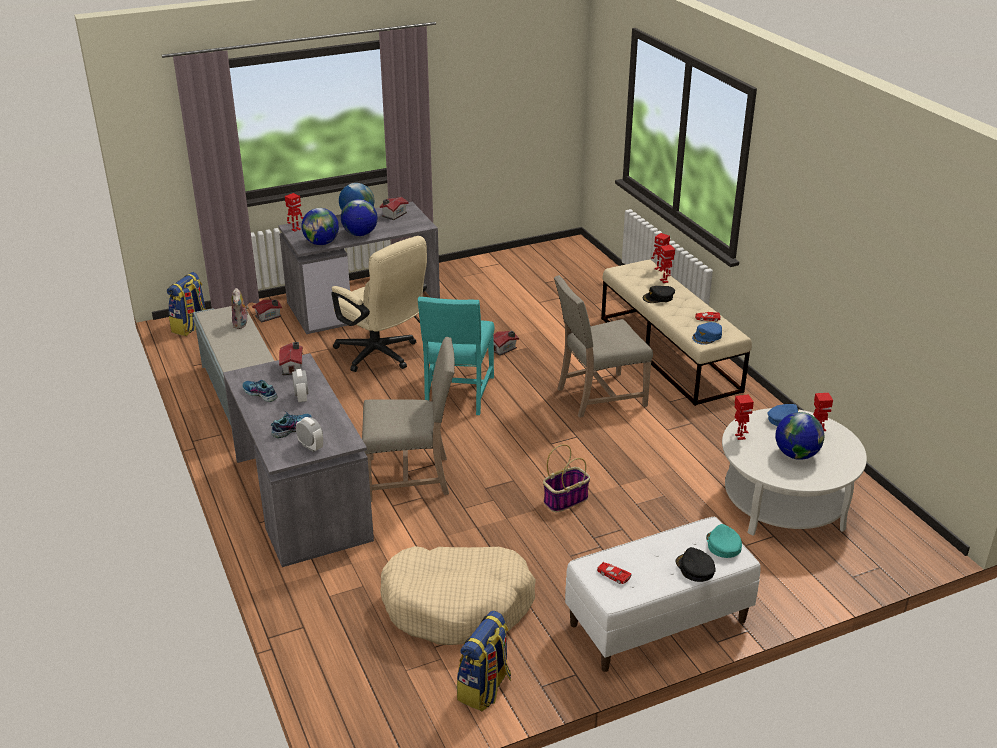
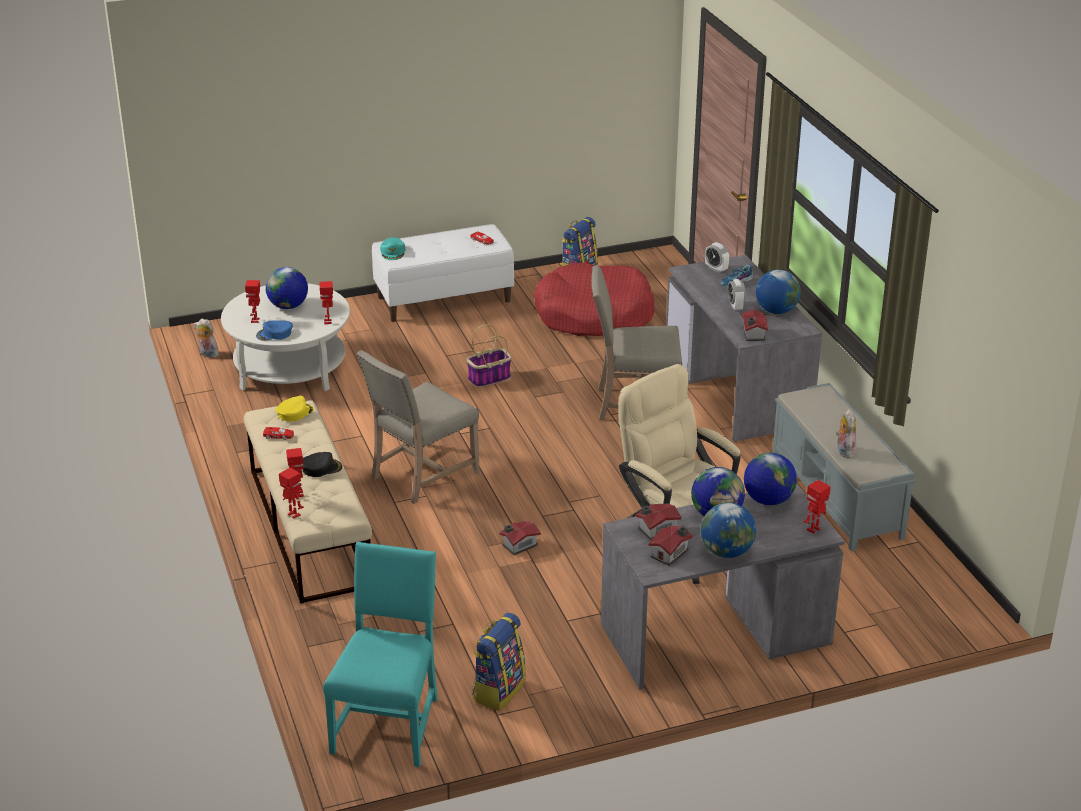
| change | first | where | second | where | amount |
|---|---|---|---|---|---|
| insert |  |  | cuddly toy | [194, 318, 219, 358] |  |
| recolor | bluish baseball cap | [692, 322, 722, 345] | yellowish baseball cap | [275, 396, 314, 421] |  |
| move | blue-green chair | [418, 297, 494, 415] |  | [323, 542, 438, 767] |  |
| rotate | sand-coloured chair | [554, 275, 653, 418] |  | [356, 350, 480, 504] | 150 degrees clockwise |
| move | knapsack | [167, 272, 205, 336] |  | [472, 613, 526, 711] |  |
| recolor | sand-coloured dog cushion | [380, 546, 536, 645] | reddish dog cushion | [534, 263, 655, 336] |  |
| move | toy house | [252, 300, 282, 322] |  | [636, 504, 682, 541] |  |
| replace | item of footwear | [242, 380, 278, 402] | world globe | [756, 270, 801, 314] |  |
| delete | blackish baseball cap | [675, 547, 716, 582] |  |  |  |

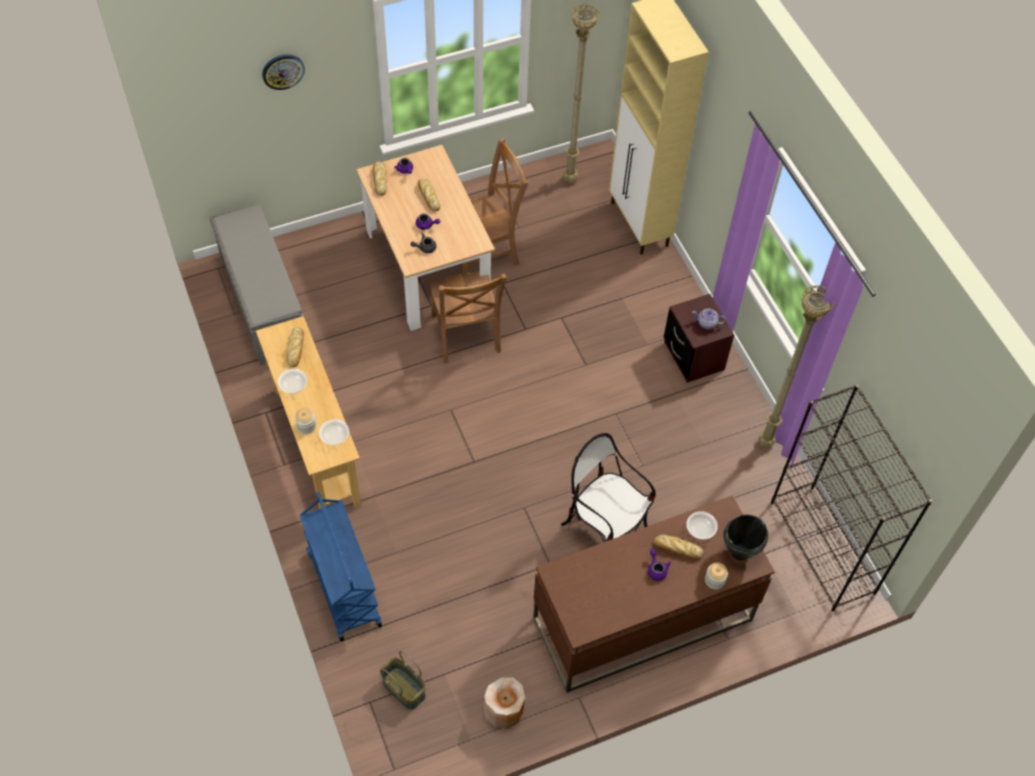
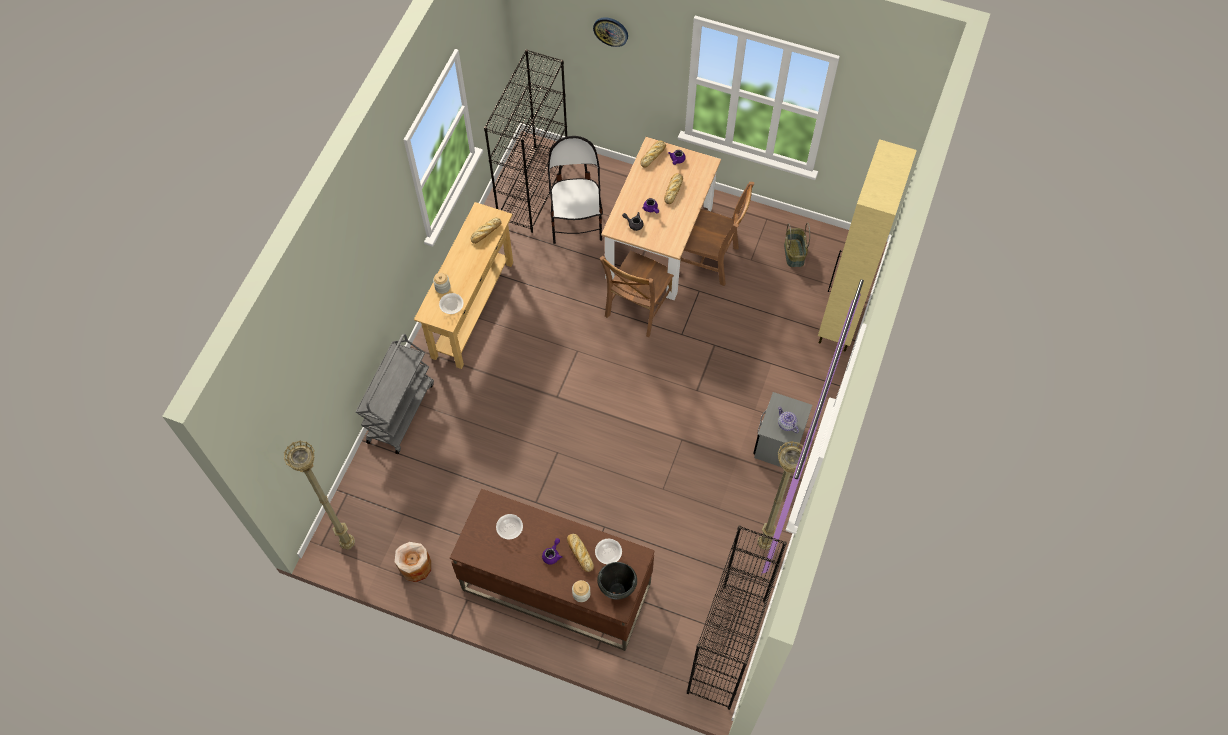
| change | first | where | second | where | amount |
|---|---|---|---|---|---|
| move | sand-coloured standard lamp | [563, 3, 600, 183] |  | [283, 441, 355, 550] |  |
| recolor | bluish trolley | [300, 492, 382, 641] | greyish trolley | [356, 334, 434, 454] |  |
| replace | greyish long seat | [210, 204, 303, 366] | blackish shelving unit | [484, 49, 567, 233] |  |
| move | deep dish | [278, 369, 307, 394] |  | [496, 514, 523, 539] |  |
| move | chair | [561, 433, 656, 542] |  | [548, 136, 603, 244] |  |
| recolor | brown-coloured bedside table | [664, 294, 734, 383] | greyish bedside table | [753, 392, 812, 467] |  |
| move | storage basket | [380, 651, 426, 710] |  | [784, 222, 810, 267] |  |

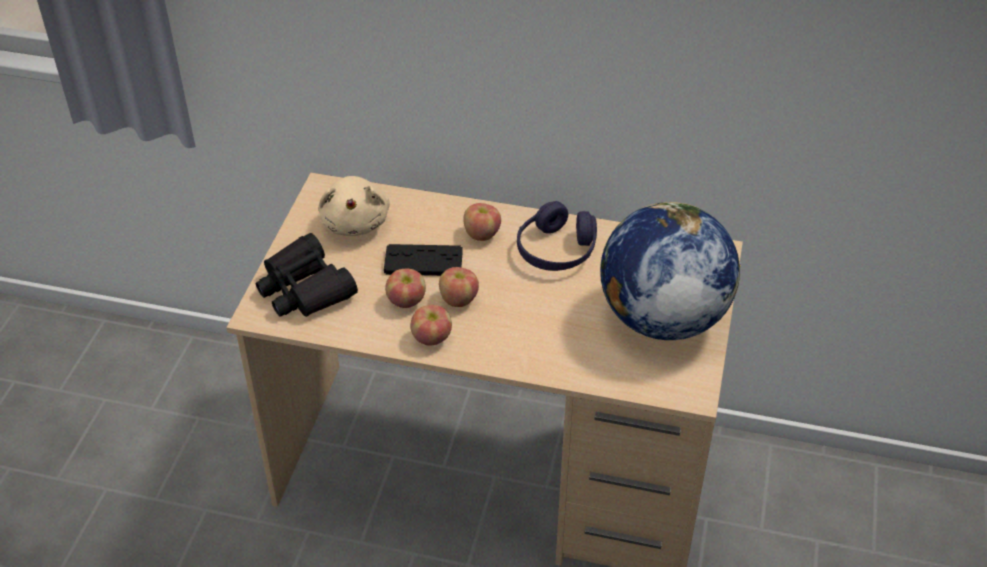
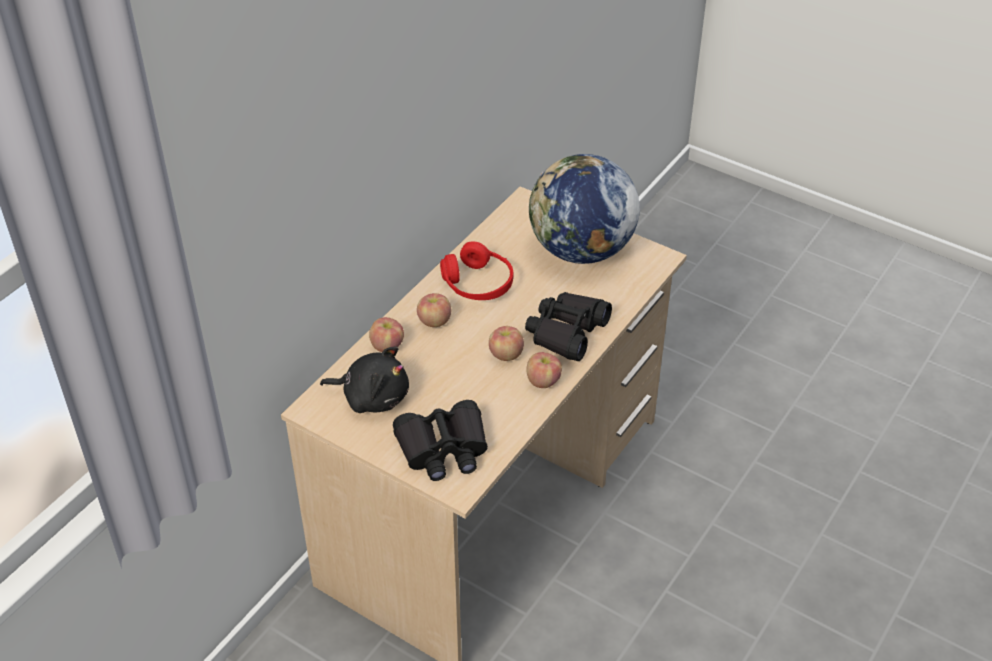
| change | first | where | second | where | amount |
|---|---|---|---|---|---|
| recolor | sand-coloured cuddly toy | [318, 176, 390, 236] | blackish cuddly toy | [320, 346, 409, 413] |  |
| move | apple | [385, 269, 426, 308] |  | [369, 317, 404, 352] |  |
| recolor | purple-coloured headset | [517, 201, 597, 271] | reddish headset | [440, 241, 513, 300] |  |
| insert |  |  | blackish pair of binoculars | [525, 292, 612, 361] |  |
| delete | blackish joypad | [384, 244, 463, 276] |  |  |  |

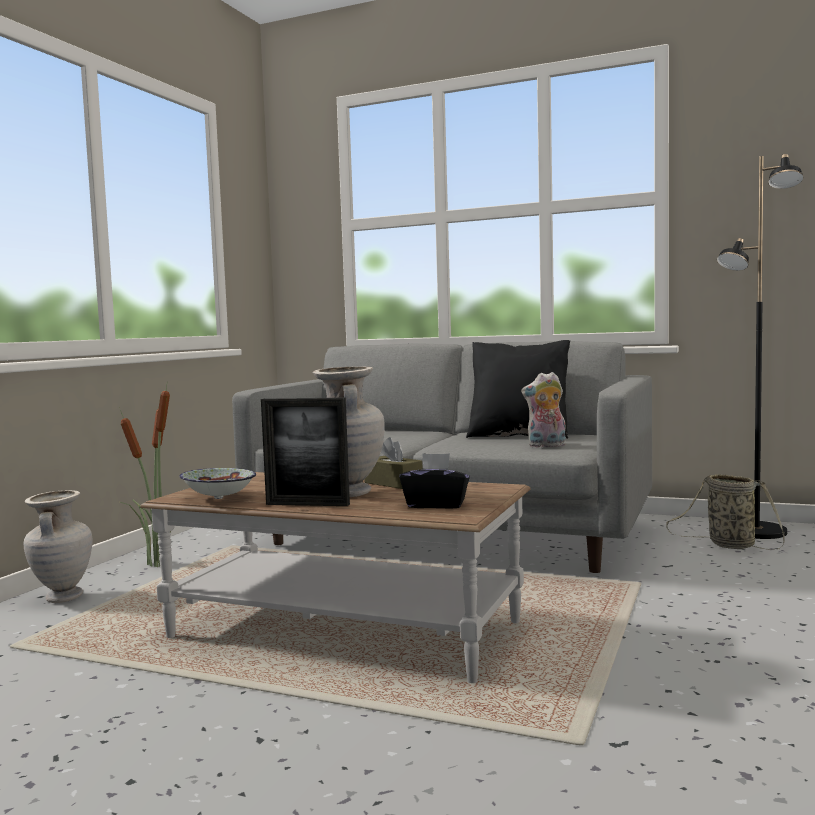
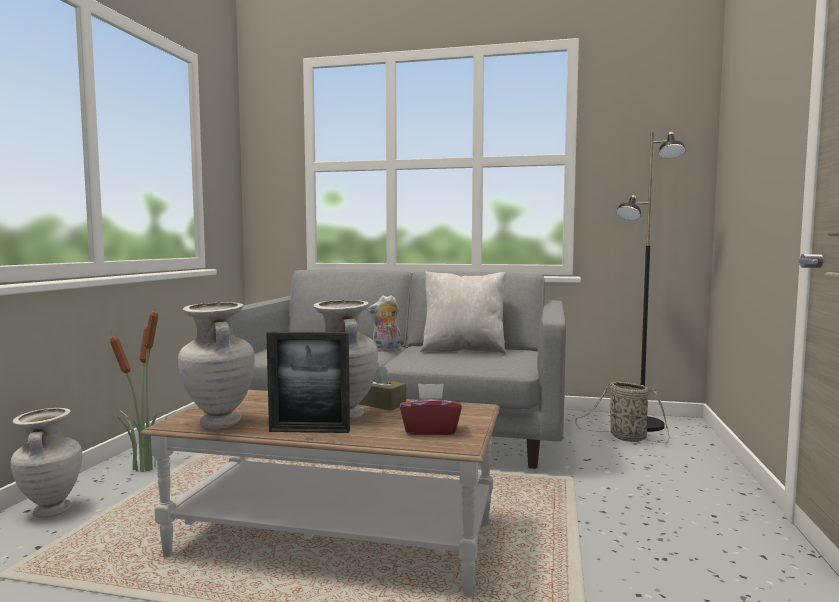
| change | first | where | second | where | amount |
|---|---|---|---|---|---|
| replace | deep dish | [179, 468, 256, 499] | sand-coloured decorative vase | [178, 302, 255, 429] |  |
| move | cuddly toy | [521, 372, 566, 448] |  | [368, 295, 401, 352] |  |
| recolor | blackish box of tissues | [400, 453, 470, 509] | reddish box of tissues | [400, 383, 462, 435] |  |
| recolor | blackish cushion | [466, 340, 570, 438] | sand-coloured cushion | [420, 271, 506, 354] |  |

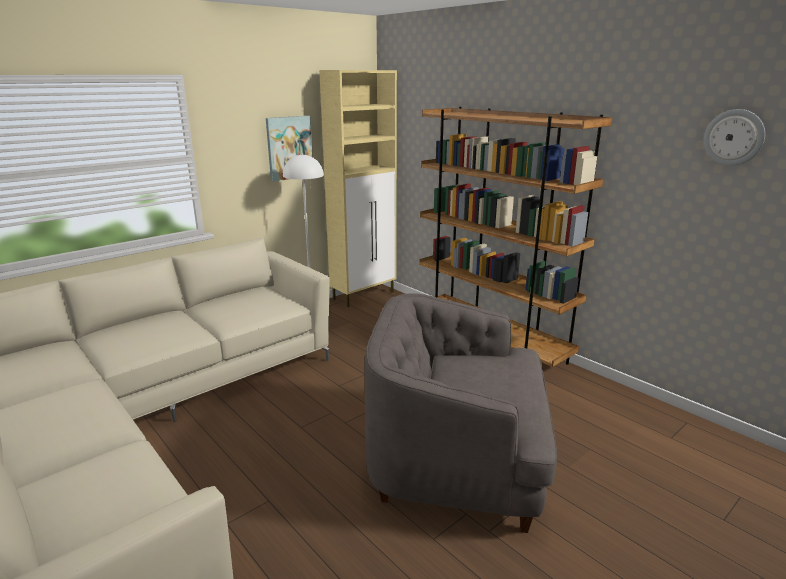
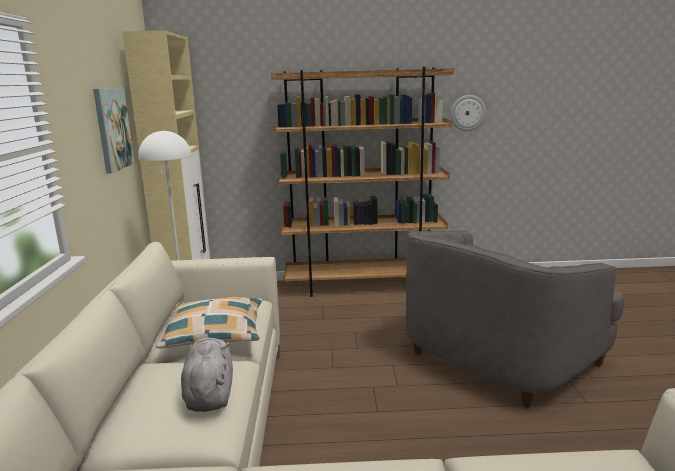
| change | first | where | second | where | amount |
|---|---|---|---|---|---|
| insert |  |  | cushion | [156, 297, 262, 348] |  |
| insert |  |  | greyish cuddly toy | [181, 338, 233, 412] |  |
| move | hanging clock | [704, 109, 765, 166] |  | [451, 95, 486, 131] |  |

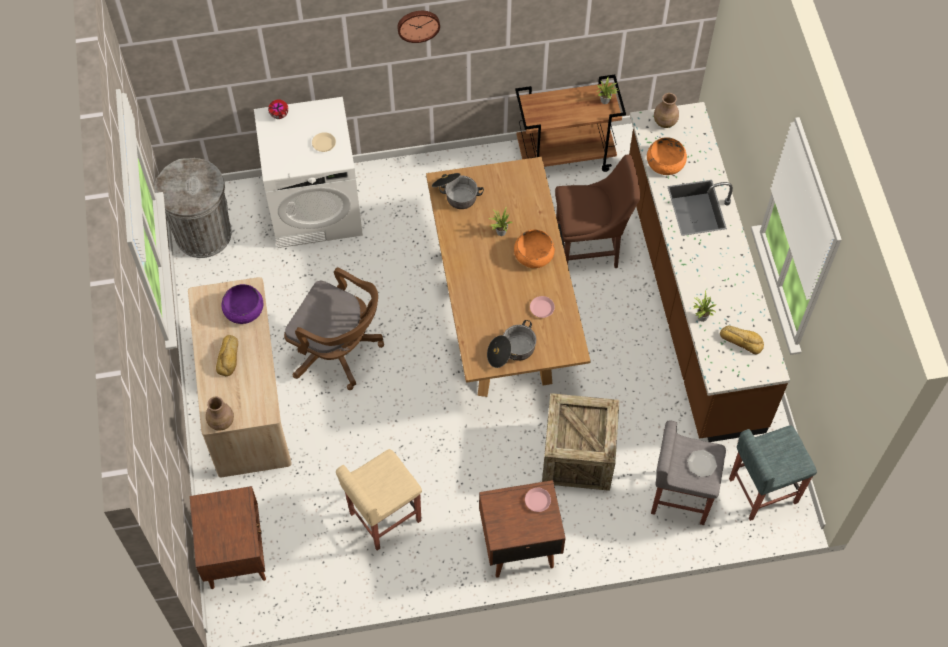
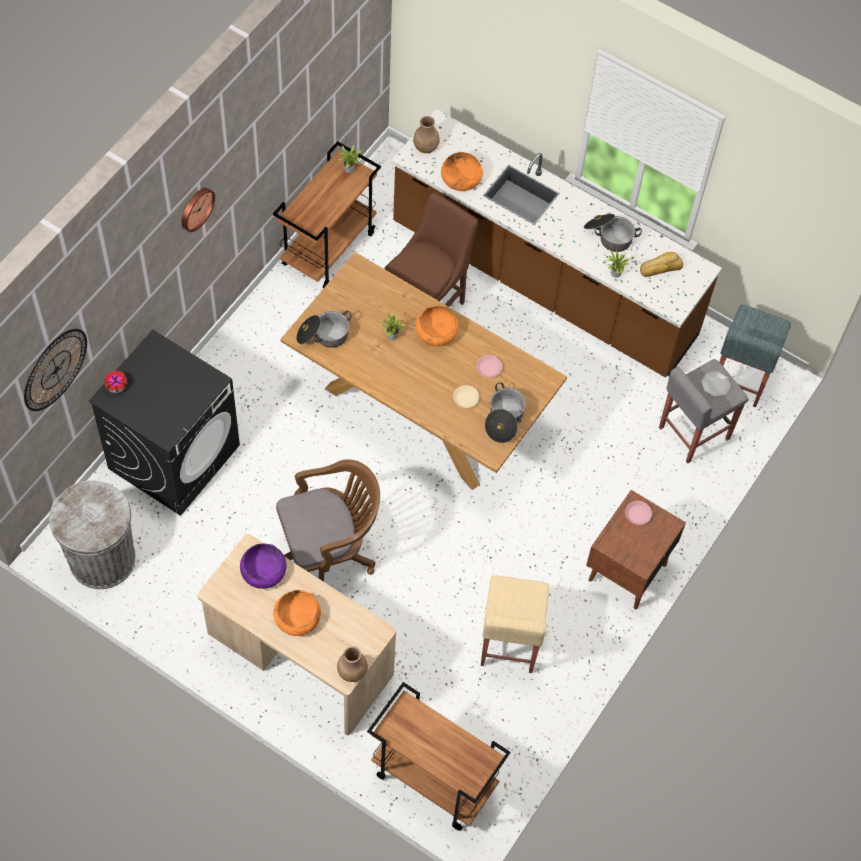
| change | first | where | second | where | amount |
|---|---|---|---|---|---|
| insert |  |  | hanging clock | [24, 329, 87, 411] |  |
| recolor | whitish laundry appliance | [254, 97, 363, 248] | blackish laundry appliance | [89, 330, 240, 516] |  |
| replace | baked bread | [216, 335, 238, 377] | orangey deep dish | [274, 590, 321, 636] |  |
| replace | brown-coloured bedside table | [189, 486, 266, 589] | brown-coloured trolley | [367, 682, 511, 831] |  |
| move | sand-coloured dinner plate | [312, 132, 336, 152] |  | [453, 385, 479, 408] |  |
| insert |  |  | saucepot | [584, 214, 642, 252] |  |
| delete | shipping crate | [542, 393, 620, 491] |  |  |  |

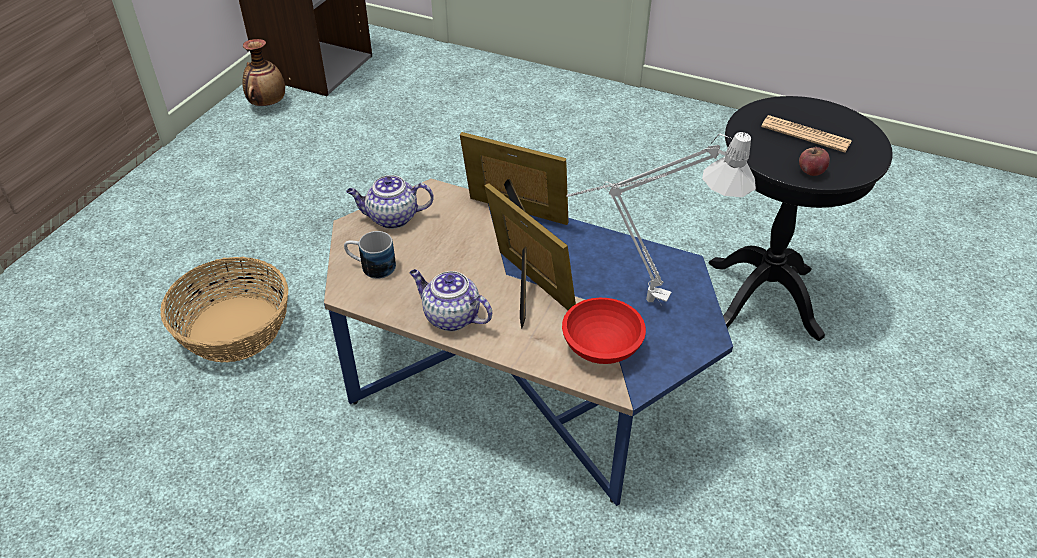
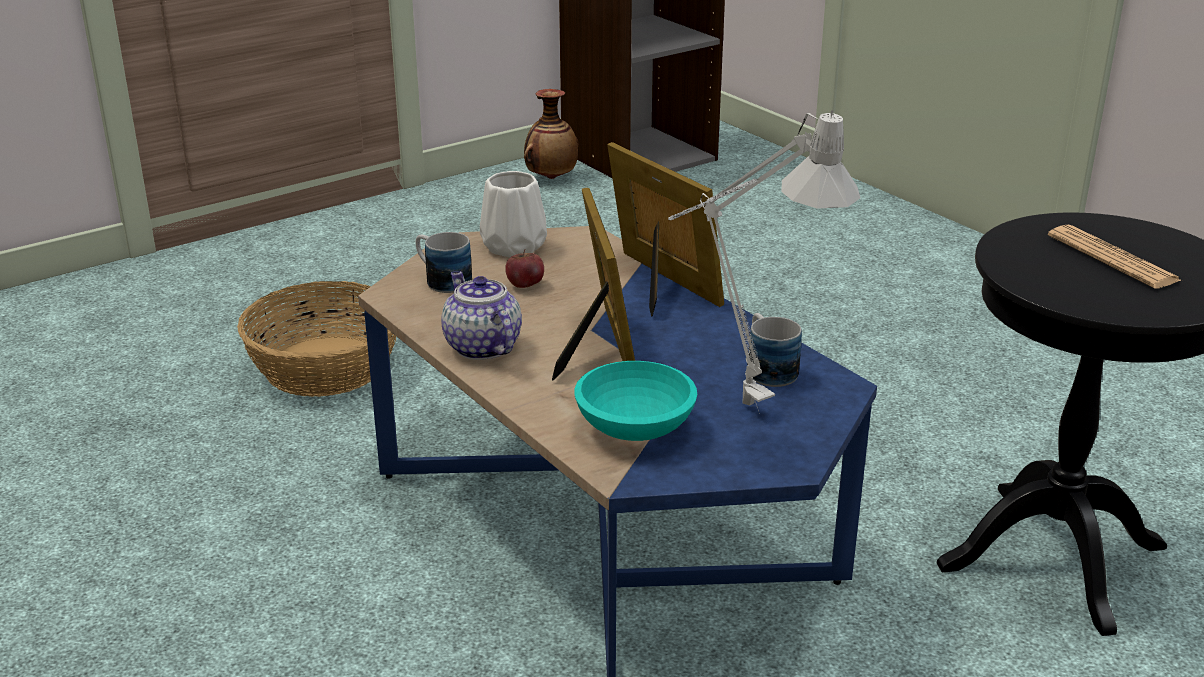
| change | first | where | second | where | amount |
|---|---|---|---|---|---|
| replace | teapot | [346, 175, 434, 229] | whitish decorative vase | [480, 171, 547, 257] |  |
| move | apple | [799, 147, 830, 176] |  | [505, 249, 544, 288] |  |
| recolor | reddish deep dish | [562, 298, 646, 364] | blue-green deep dish | [574, 361, 697, 441] |  |
| insert |  |  | mug | [749, 313, 802, 387] |  |

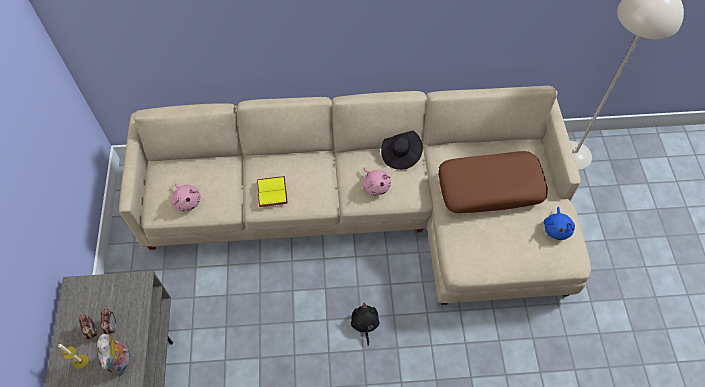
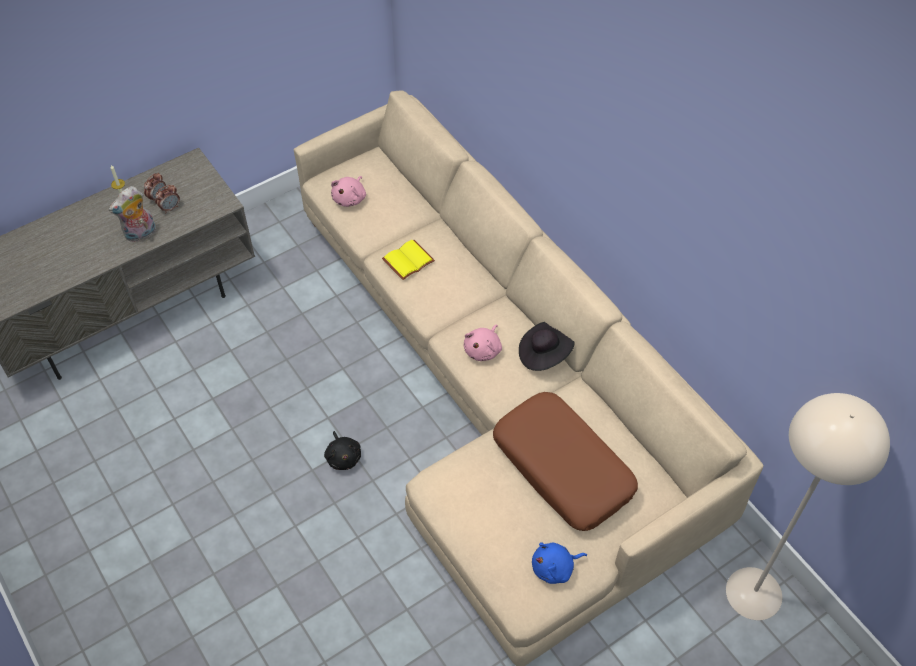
| change | first | where | second | where | amount |
|---|---|---|---|---|---|
| rotate | blackish cuddly toy | [351, 302, 380, 346] |  | [324, 431, 361, 470] | 105 degrees clockwise |

